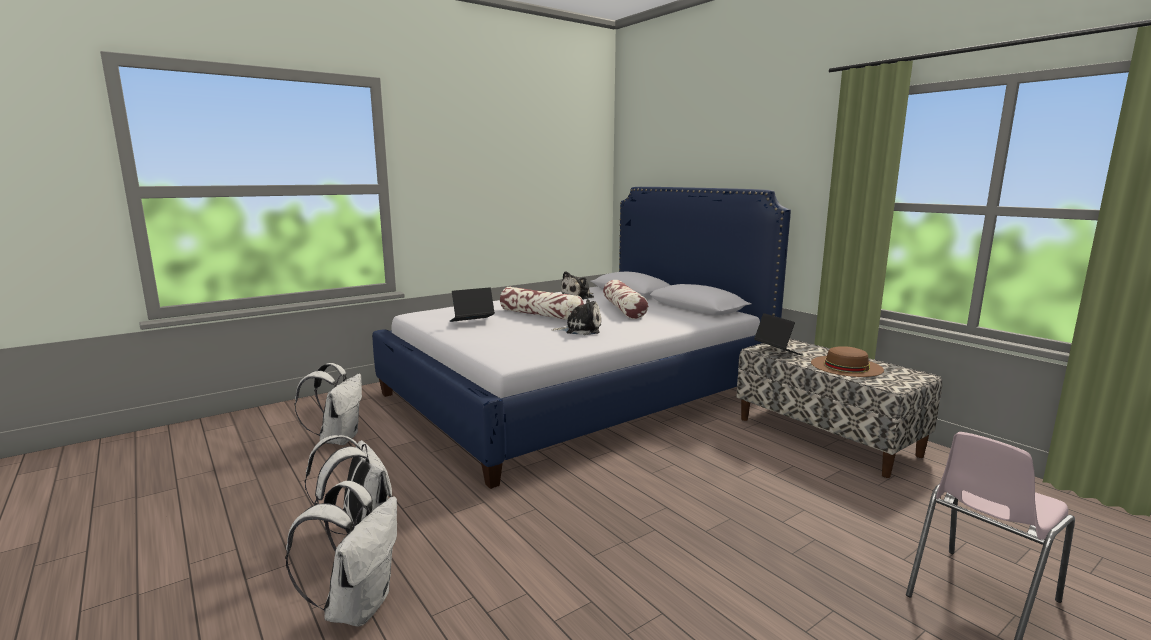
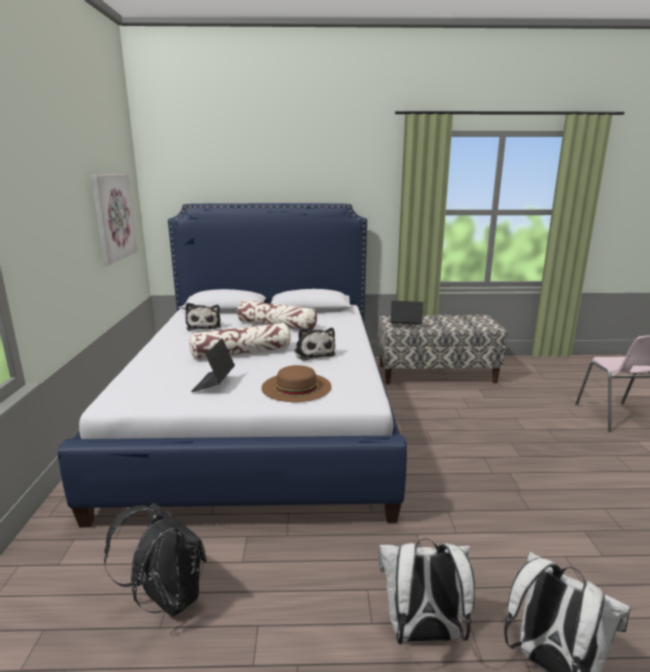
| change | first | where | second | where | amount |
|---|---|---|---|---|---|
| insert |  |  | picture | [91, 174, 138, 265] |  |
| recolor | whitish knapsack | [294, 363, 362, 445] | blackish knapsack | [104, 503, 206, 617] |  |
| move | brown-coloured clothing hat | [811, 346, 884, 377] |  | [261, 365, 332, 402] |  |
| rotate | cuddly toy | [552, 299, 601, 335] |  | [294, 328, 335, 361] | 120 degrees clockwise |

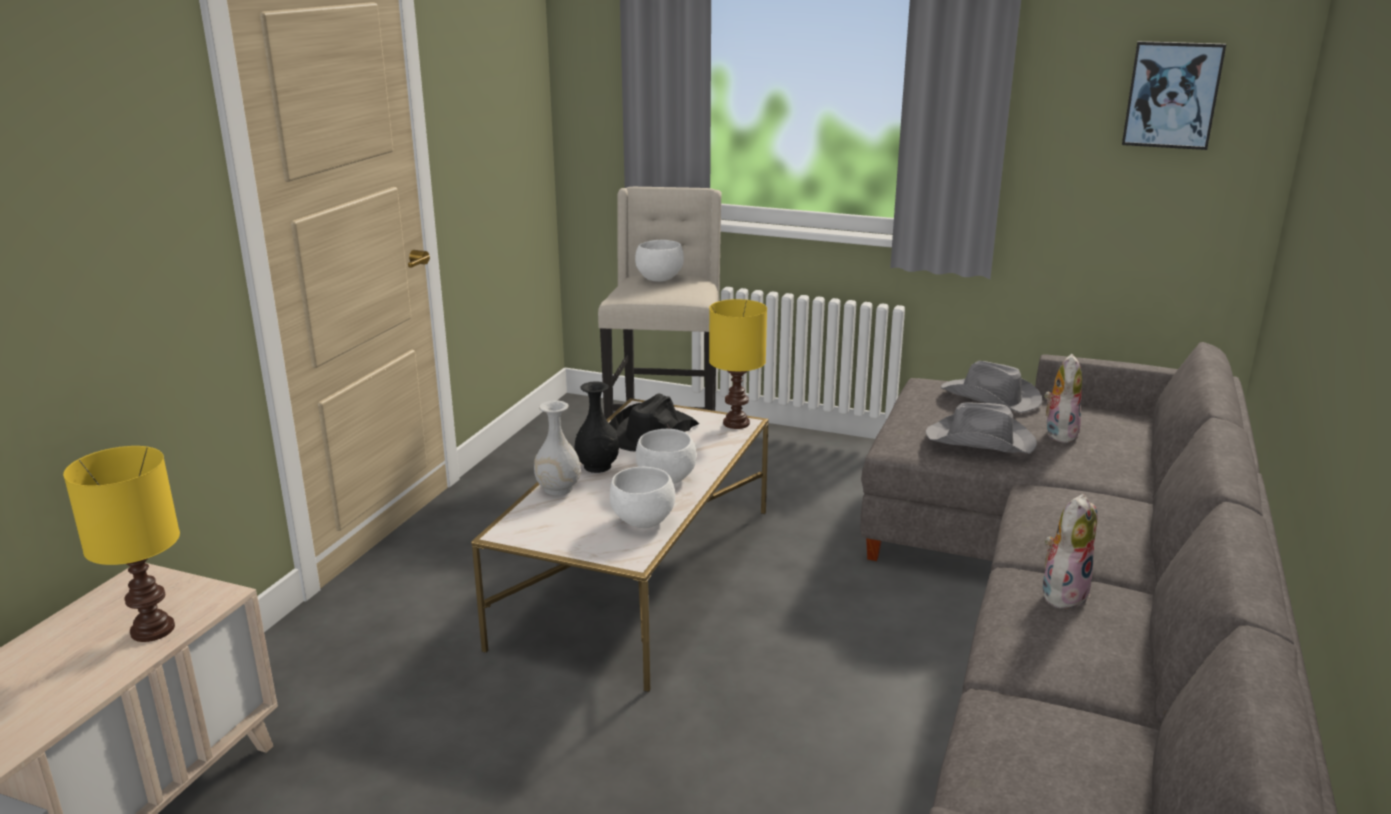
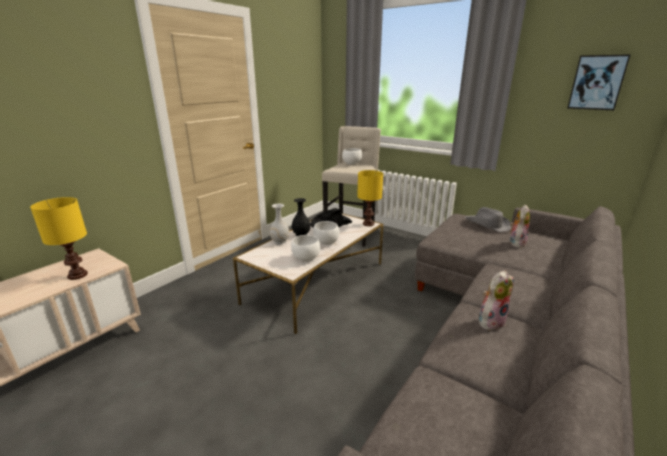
| change | first | where | second | where | amount |
|---|---|---|---|---|---|
| delete | greyish clothing hat | [926, 402, 1037, 454] |  |  |  |

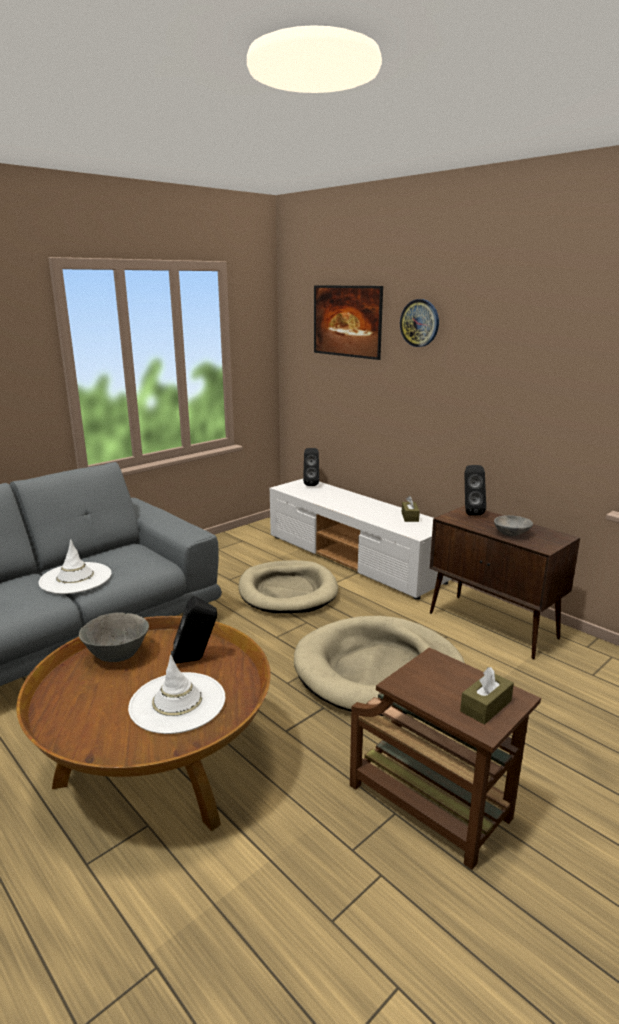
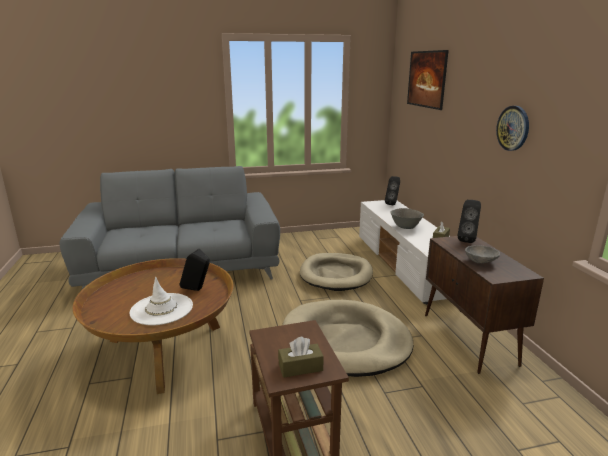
| change | first | where | second | where | amount |
|---|---|---|---|---|---|
| move | greyish deep dish | [79, 612, 149, 662] |  | [390, 208, 424, 229] |  |
| move | hanging clock | [400, 299, 439, 347] |  | [496, 106, 529, 151] |  |
| delete | whitish clothing hat | [39, 539, 111, 594] |  |  |  |

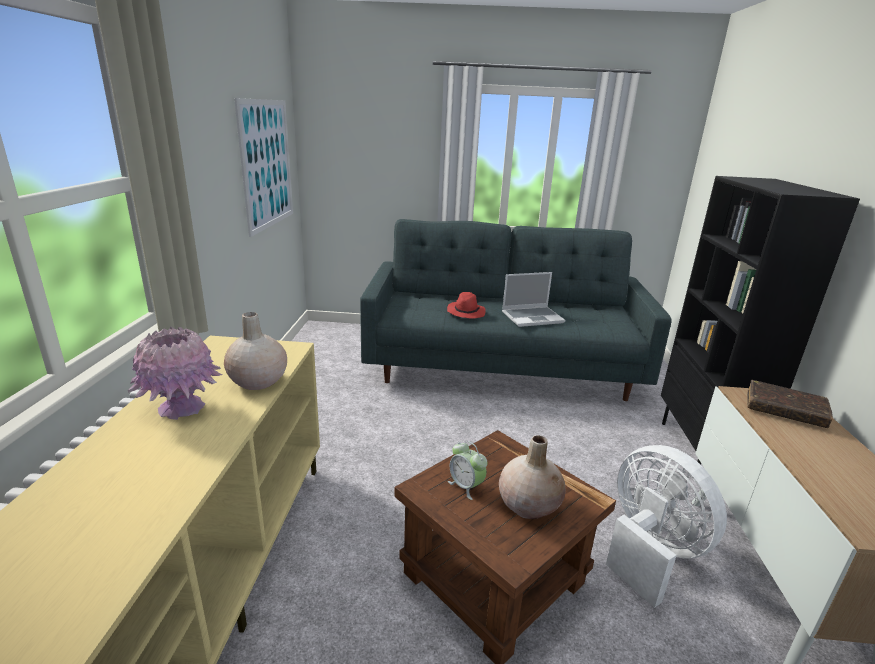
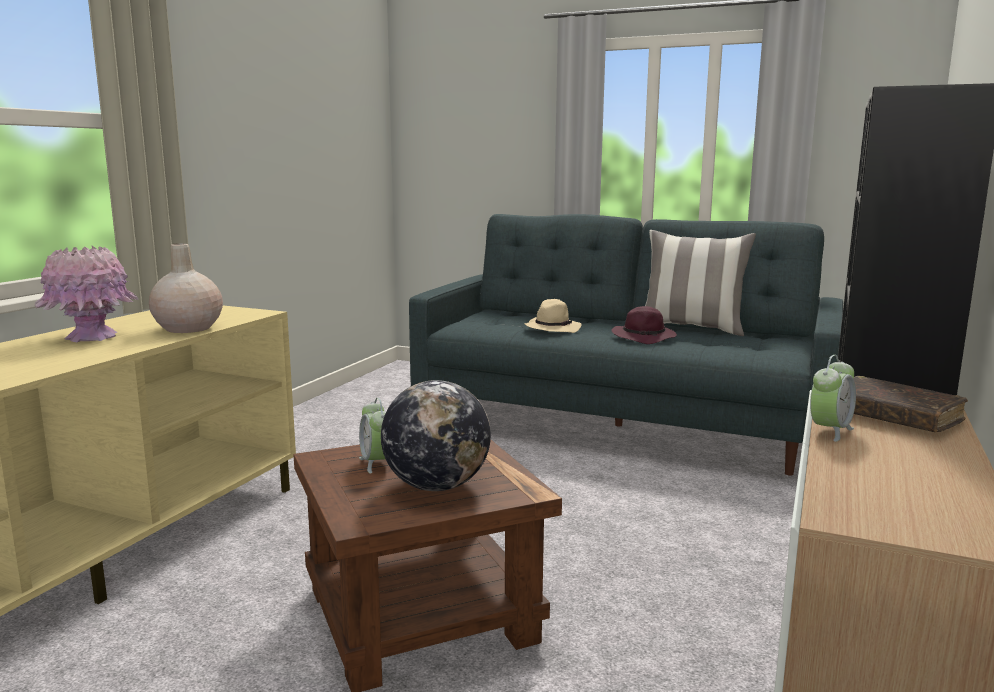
| change | first | where | second | where | amount |
|---|---|---|---|---|---|
| replace | sand-coloured decorative vase | [499, 435, 566, 519] | world globe | [381, 380, 491, 491] |  |
| recolor | reddish clothing hat | [447, 292, 486, 319] | sand-coloured clothing hat | [525, 299, 582, 333] |  |
| replace | notebook computer | [502, 272, 565, 327] | purple-coloured clothing hat | [611, 306, 677, 344] |  |
| insert |  |  | cushion | [645, 230, 756, 336] |  |
| insert |  |  | table clock | [810, 355, 856, 442] |  |
| delete | picture | [234, 98, 293, 237] |  |  |  |
| delete | whitish electric fan | [606, 445, 727, 608] |  |  |  |

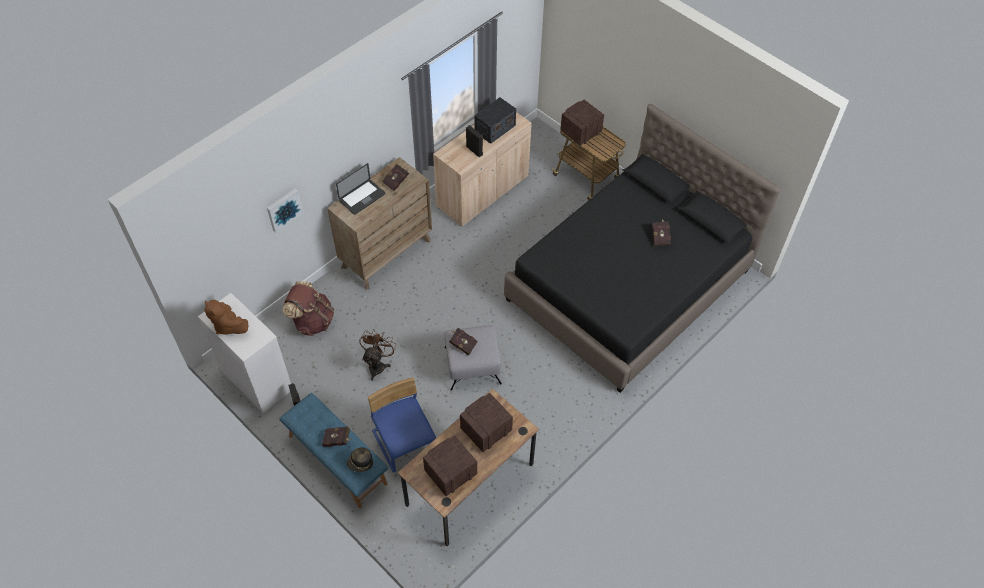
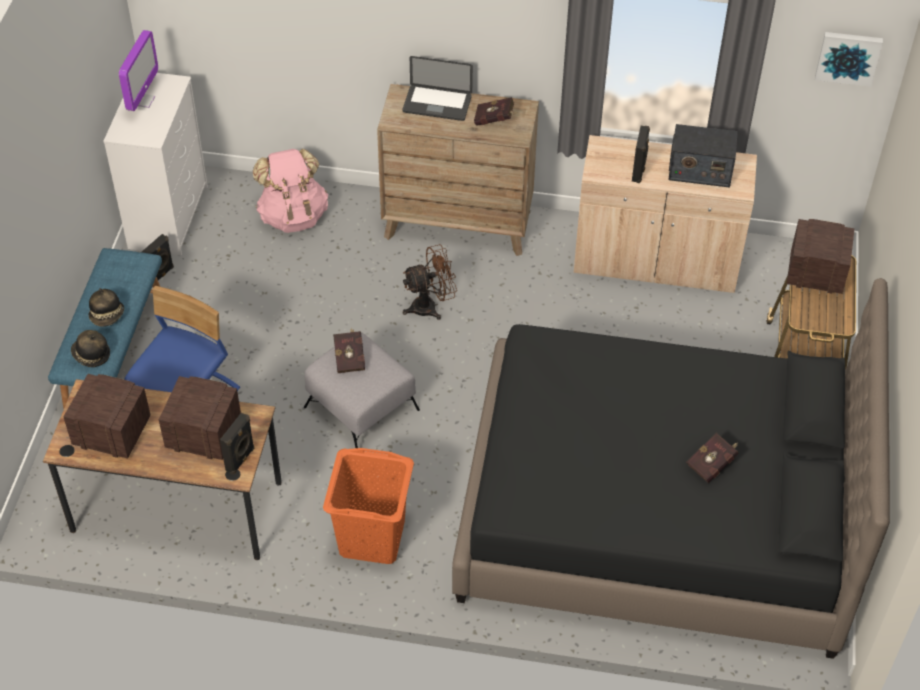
| change | first | where | second | where | amount |
|---|---|---|---|---|---|
| replace | reddish book | [322, 426, 351, 447] | clothing hat | [88, 288, 124, 327] |  |
| replace | brown-coloured cuddly toy | [204, 300, 248, 334] | computer display | [119, 30, 158, 111] |  |
| insert |  |  | blackish audio speaker | [220, 413, 255, 475] |  |
| recolor | brown-coloured knapsack | [283, 281, 334, 336] | pink-coloured knapsack | [253, 149, 328, 233] |  |
| insert |  |  | orangey laundry basket | [323, 448, 414, 564] |  |
| move | brown-coloured electric fan | [359, 329, 396, 381] |  | [403, 244, 457, 320] |  |
| move | picture | [267, 188, 304, 233] |  | [815, 32, 883, 87] |  |

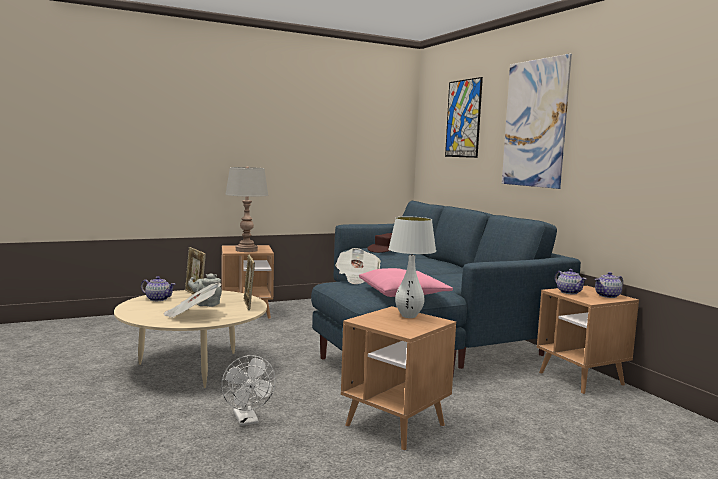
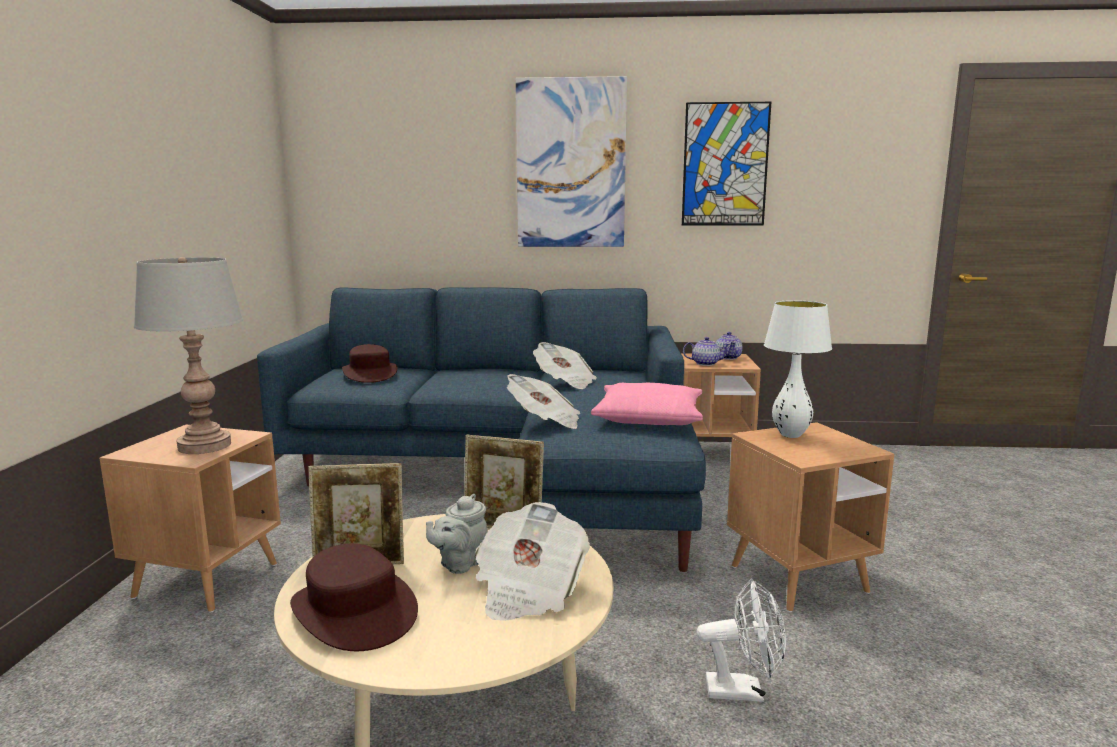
| change | first | where | second | where | amount |
|---|---|---|---|---|---|
| replace | teapot | [141, 276, 175, 301] | brown-coloured clothing hat | [290, 543, 418, 651] |  |
| insert |  |  | daily paper | [533, 342, 597, 389] |  |
| move | picture | [445, 77, 483, 158] |  | [682, 102, 771, 225] |  |

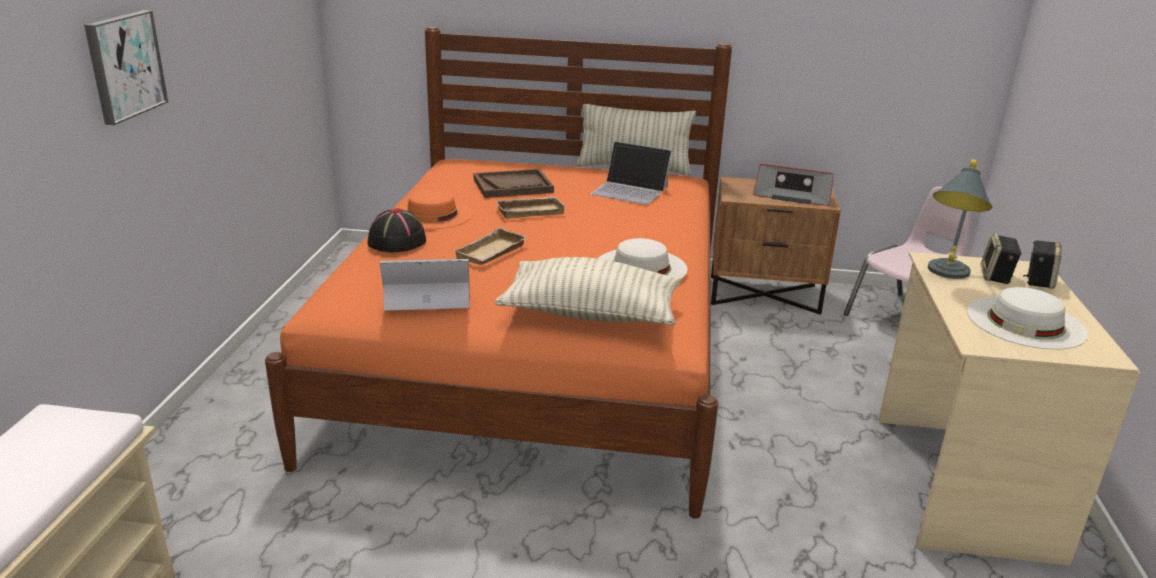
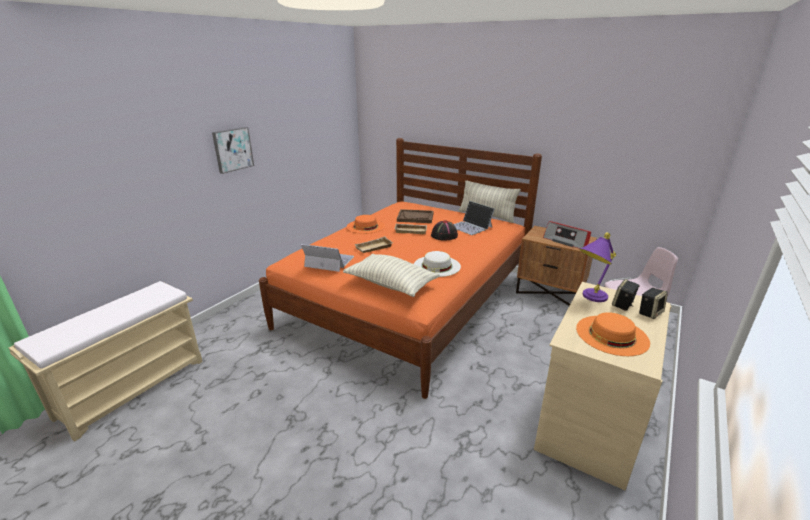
| change | first | where | second | where | amount |
|---|---|---|---|---|---|
| move | blackish clothing hat | [367, 208, 426, 252] |  | [431, 221, 458, 241] |  |
| recolor | whitish clothing hat | [967, 287, 1088, 349] | orangey clothing hat | [576, 312, 650, 356] |  |
| recolor | greyish table lamp | [928, 159, 992, 279] | purple-coloured table lamp | [579, 232, 617, 302] |  |

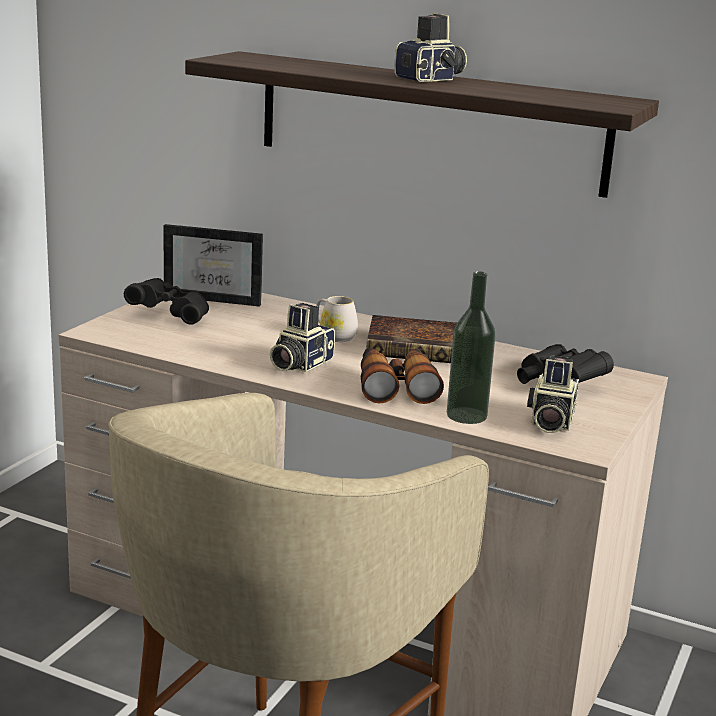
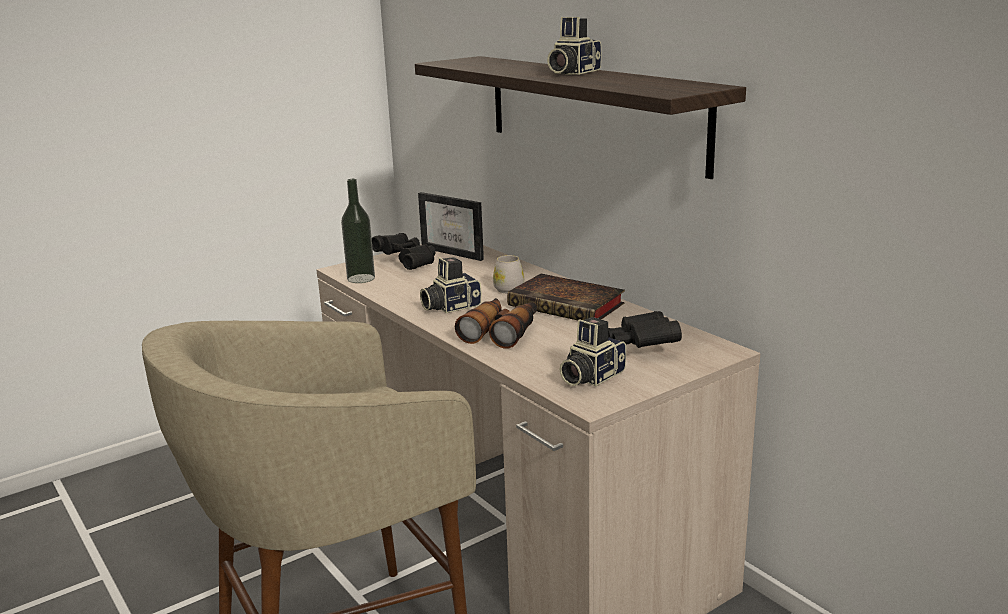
| change | first | where | second | where | amount |
|---|---|---|---|---|---|
| move | drink bottle | [447, 271, 496, 424] |  | [341, 179, 375, 283] |  |
| rotate | photo camera | [395, 13, 467, 82] |  | [547, 17, 601, 75] | 135 degrees clockwise |

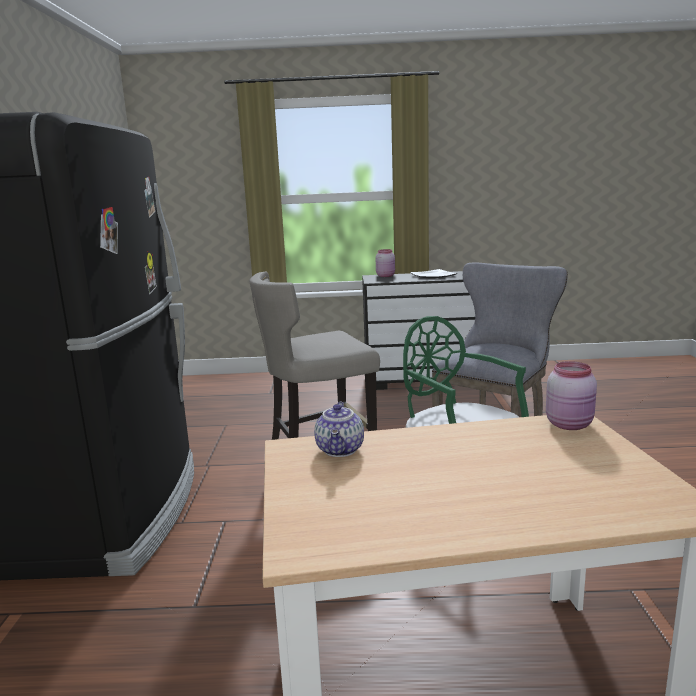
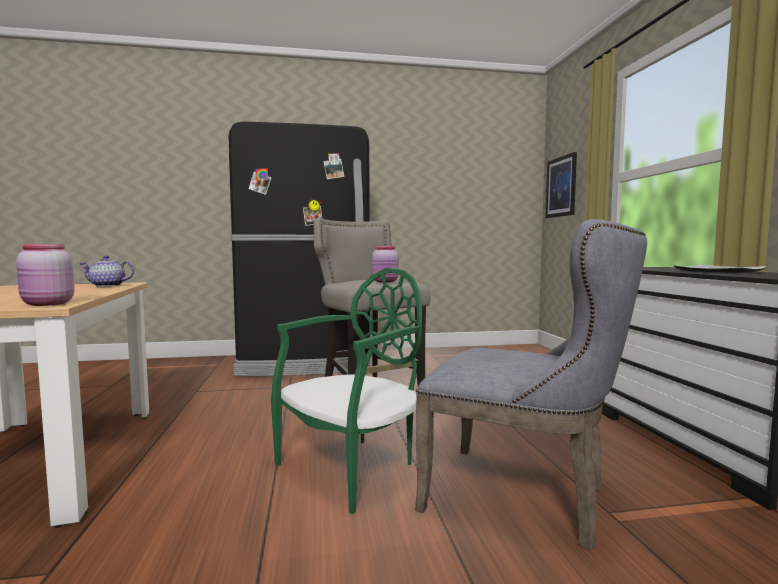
| change | first | where | second | where | amount |
|---|---|---|---|---|---|
| move | pink-coloured storage jar | [376, 249, 395, 277] |  | [372, 246, 399, 282] |  |
| insert |  |  | picture | [545, 152, 577, 218] |  |

